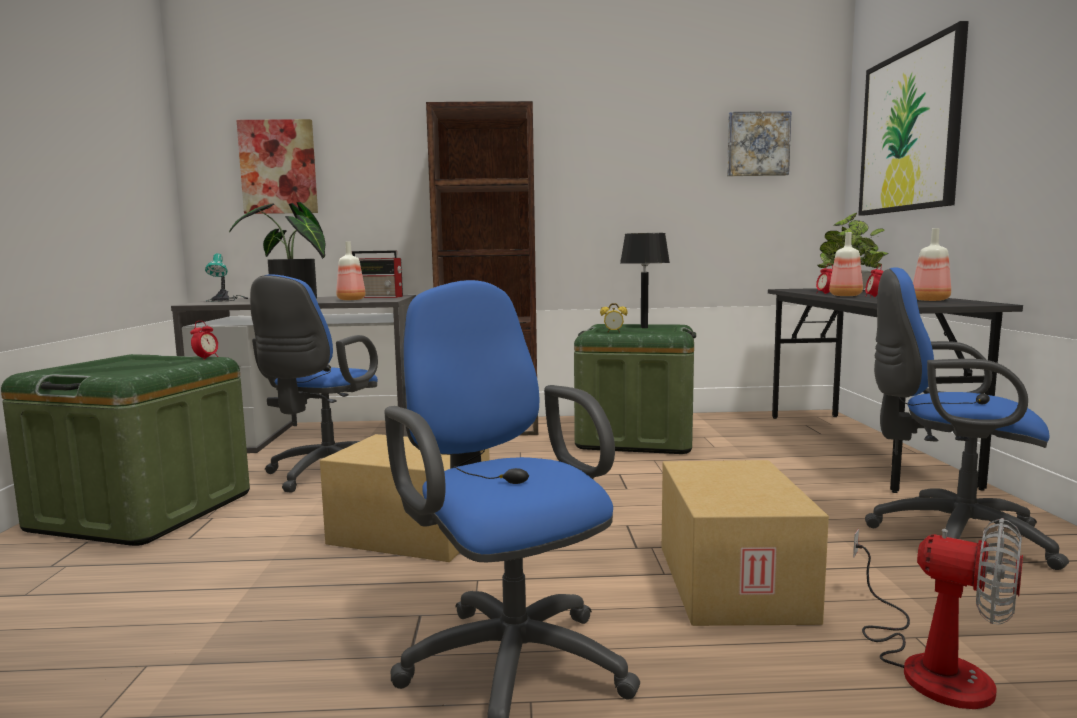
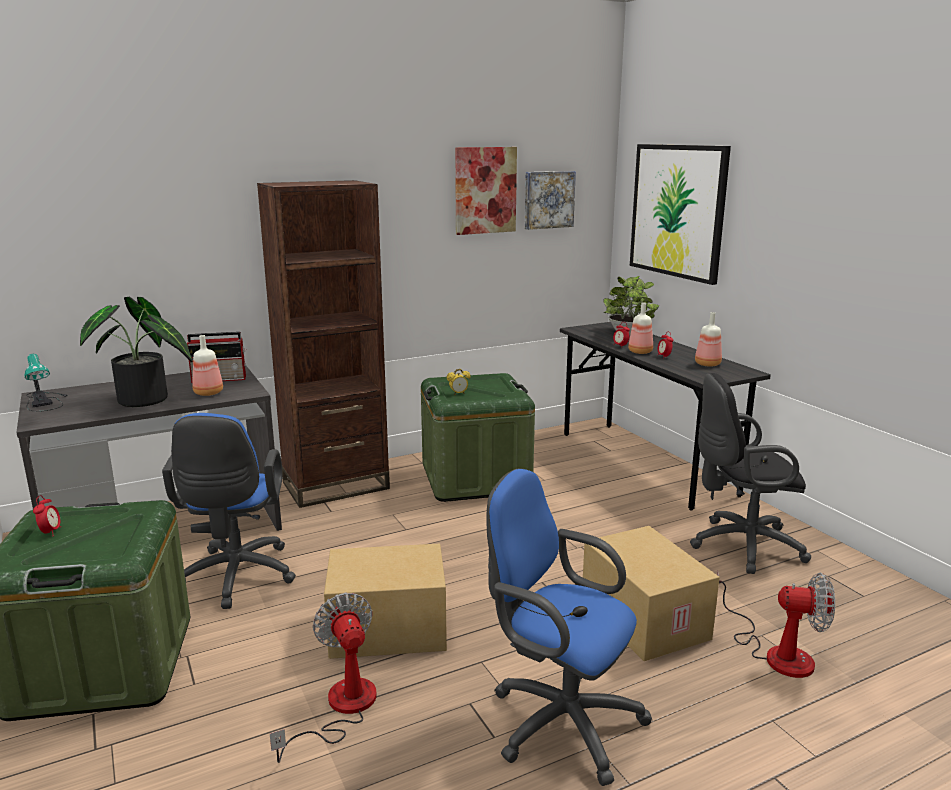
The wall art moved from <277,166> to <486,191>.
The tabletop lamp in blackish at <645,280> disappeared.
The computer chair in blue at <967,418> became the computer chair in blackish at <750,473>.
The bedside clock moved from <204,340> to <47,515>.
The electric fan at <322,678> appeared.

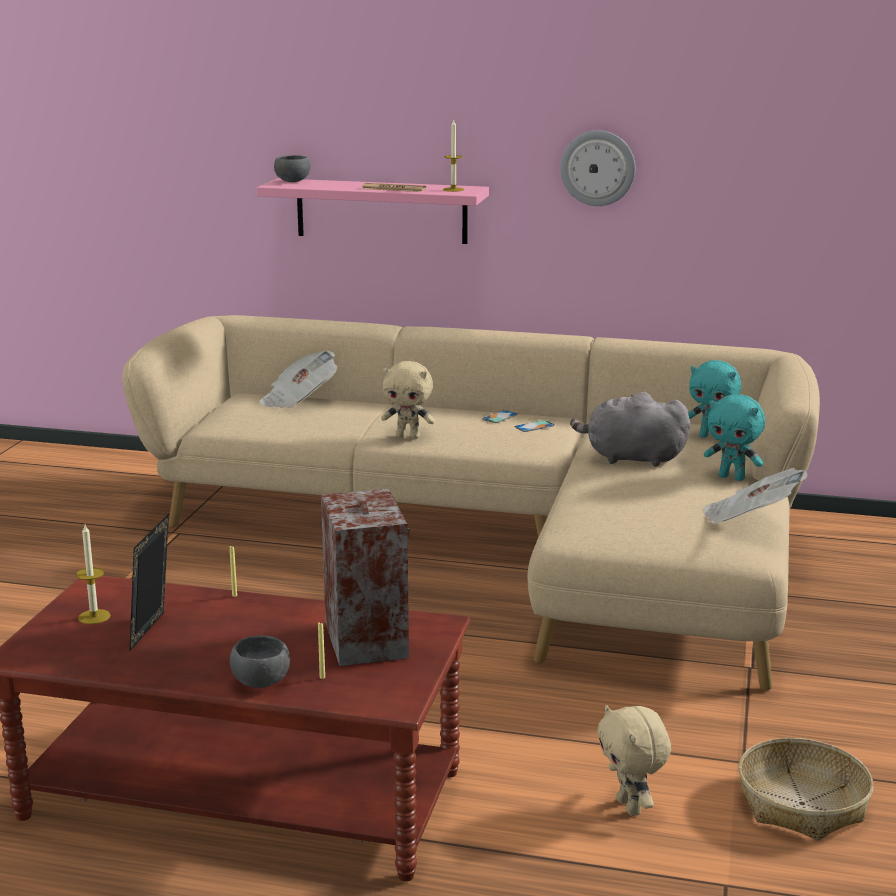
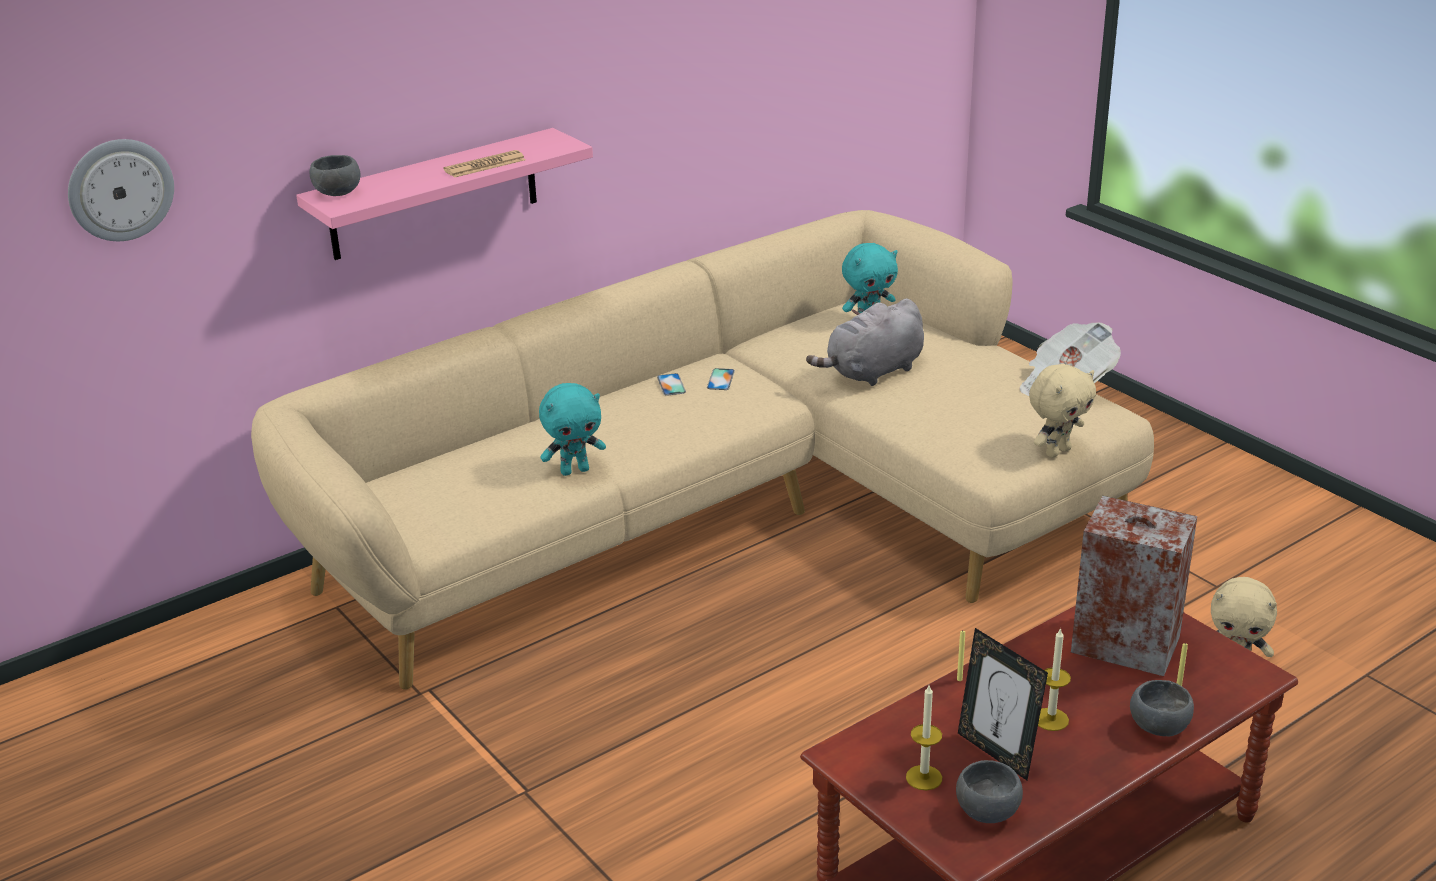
The candle moved from <453,156> to <1054,679>.
The hanging clock moved from <597,168> to <121,190>.
The daily paper at <298,379> disappeared.
The cuddly toy in beige-coloured moved from <408,400> to <1062,411>.
The cuddly toy in turquoise moved from <734,437> to <572,429>.
The storage basket at <805,789> disappeared.
The bowl in greyish at <989,791> appeared.

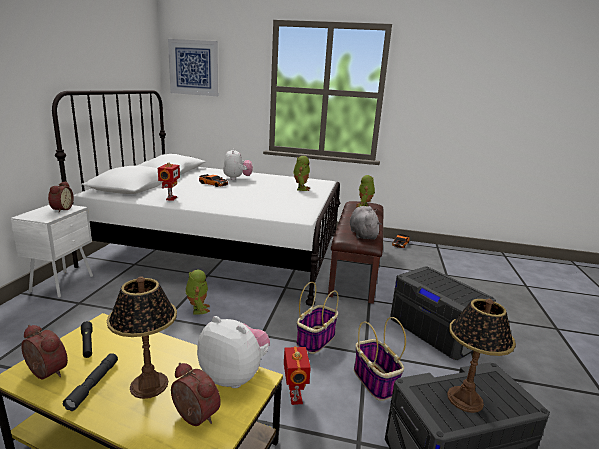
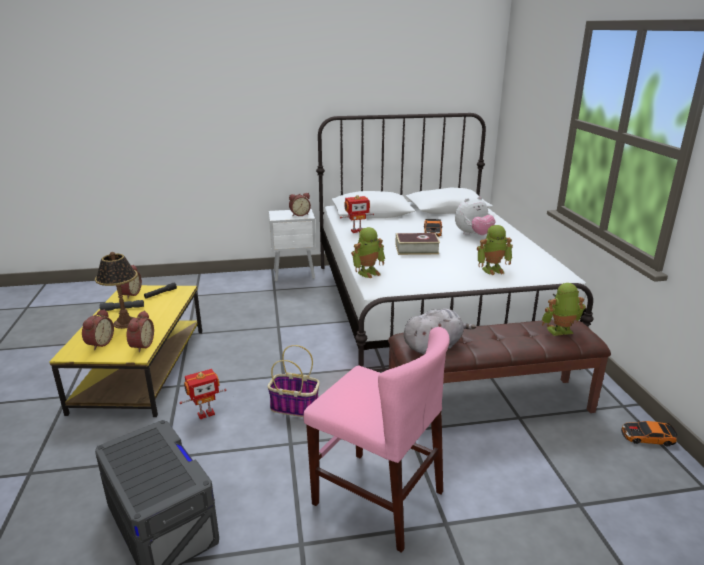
The wall art at <193,67> disappeared.
The storage container in greyish at <443,313> was replaced by the upright chair in pink at <376,440>.
The model robot moved from <197,292> to <368,252>.
The tabletop lamp at <481,356> disappeared.
The cuddly toy at <233,352> was replaced by the bedside clock at <140,331>.
The storage basket at <380,359> disappeared.
The bound book at <417,244> appeared.

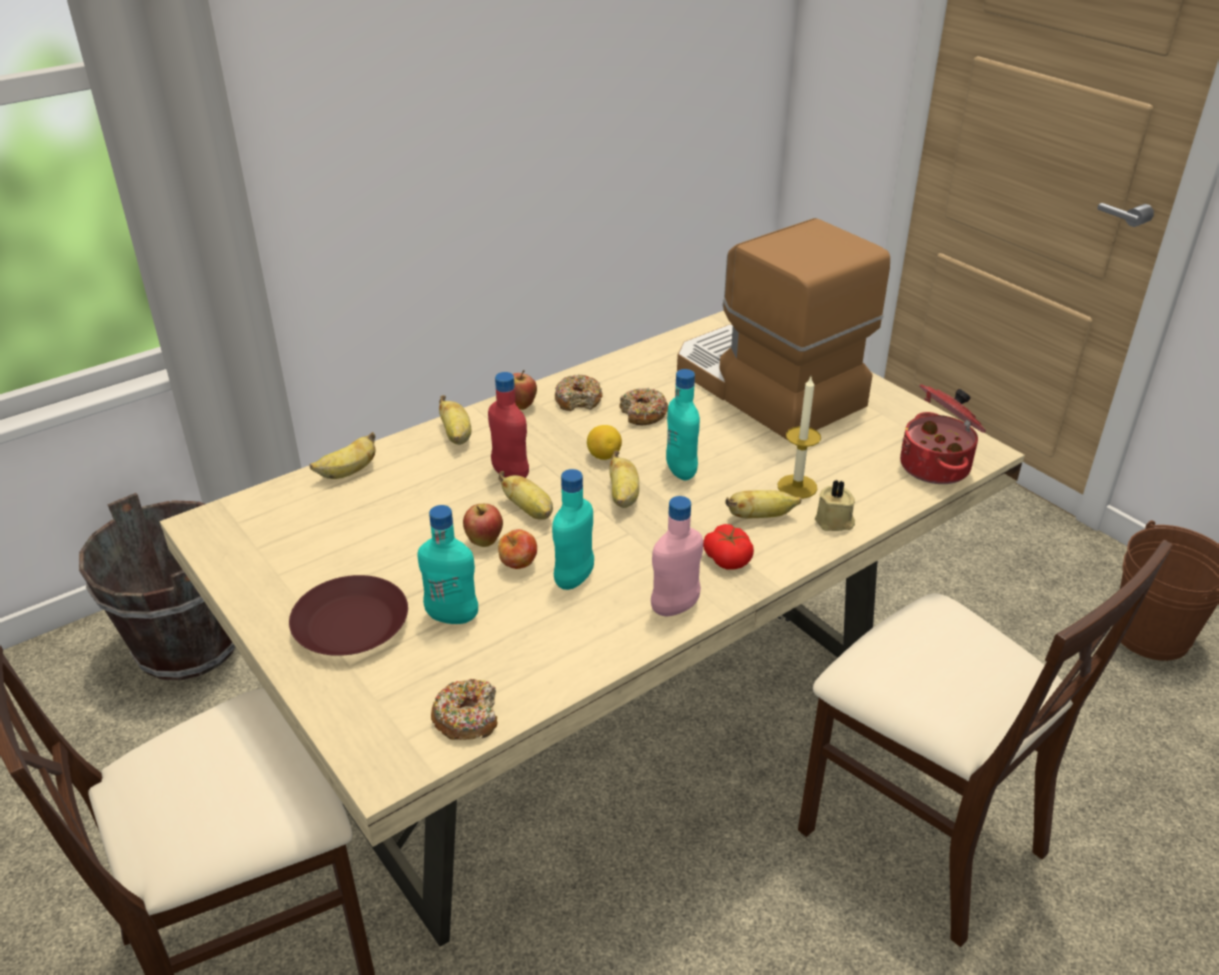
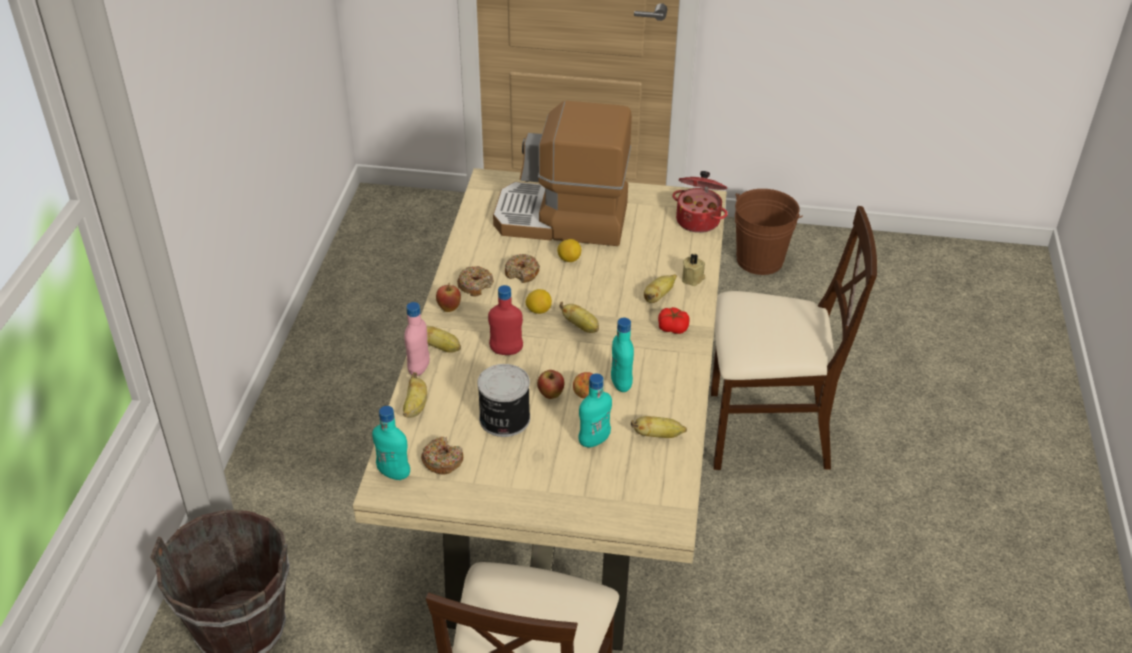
The drink bottle in turquoise moved from <683,424> to <391,443>.
The candle at <799,438> disappeared.
The whole banana moved from <525,495> to <659,427>.
The drink bottle in pink moved from <677,556> to <417,339>.
The flat dish in brown-coloured at <348,615> disappeared.
The donut moved from <464,709> to <442,455>.
The citrus fruit at <569,250> appeared.
The metal can at <503,400> appeared.

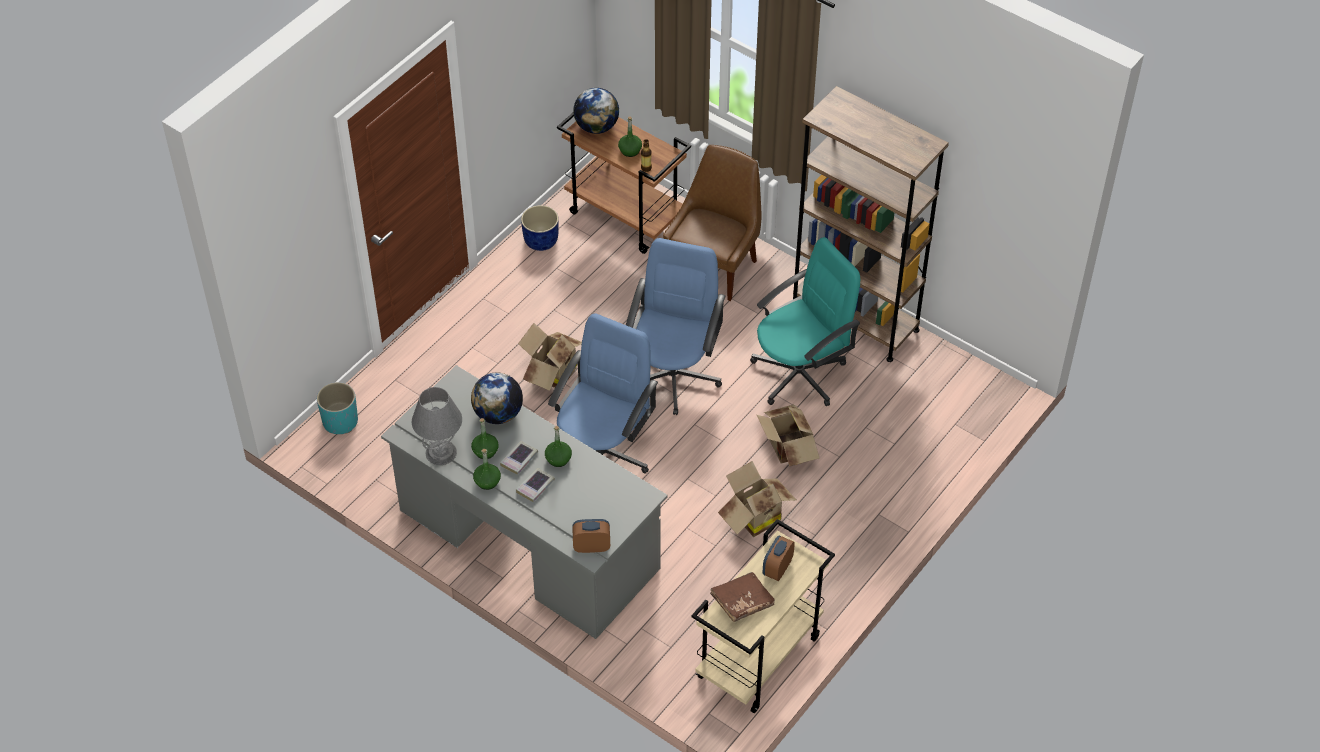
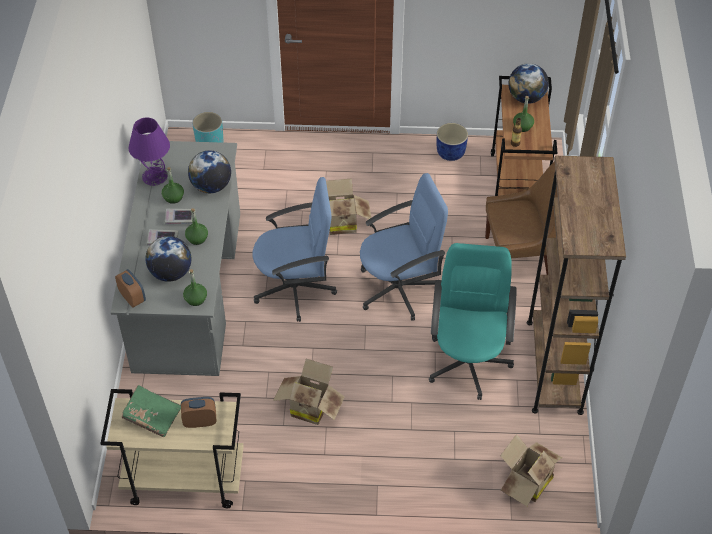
The computer chair in turquoise at <805,321> turned 105 degrees counterclockwise.
The tabletop lamp in greyish at <437,426> became the tabletop lamp in purplish at <149,152>.
The packing box moved from <788,435> to <531,470>.
The drink bottle in green-coloured moved from <487,469> to <195,287>.
The bound book in brown-coloured at <742,597> became the bound book in green-coloured at <151,411>.
The world globe at <168,259> appeared.

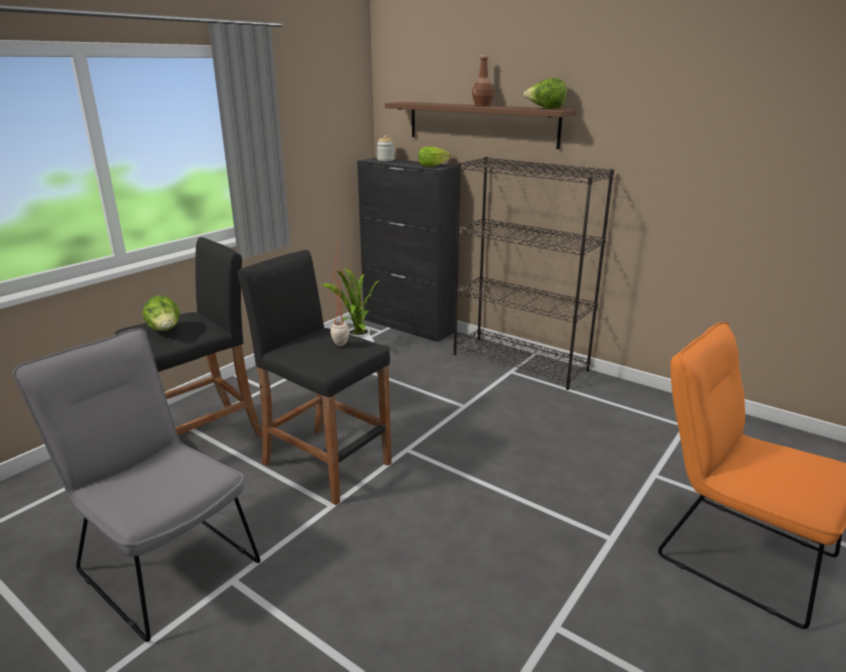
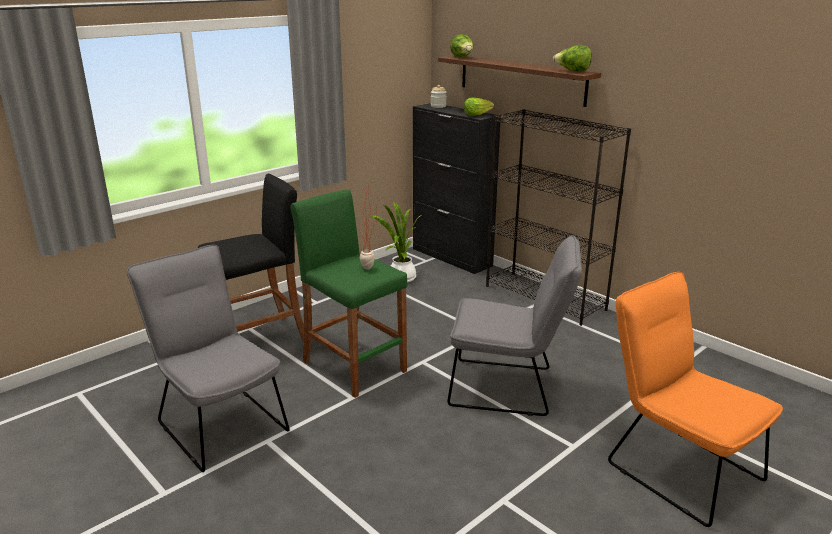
The drink bottle in brown-coloured at <483,80> disappeared.
The stool in blackish at <314,377> became the stool in green-coloured at <348,293>.
The lettuce moved from <161,313> to <462,45>.
The upright chair in greyish at <515,325> appeared.

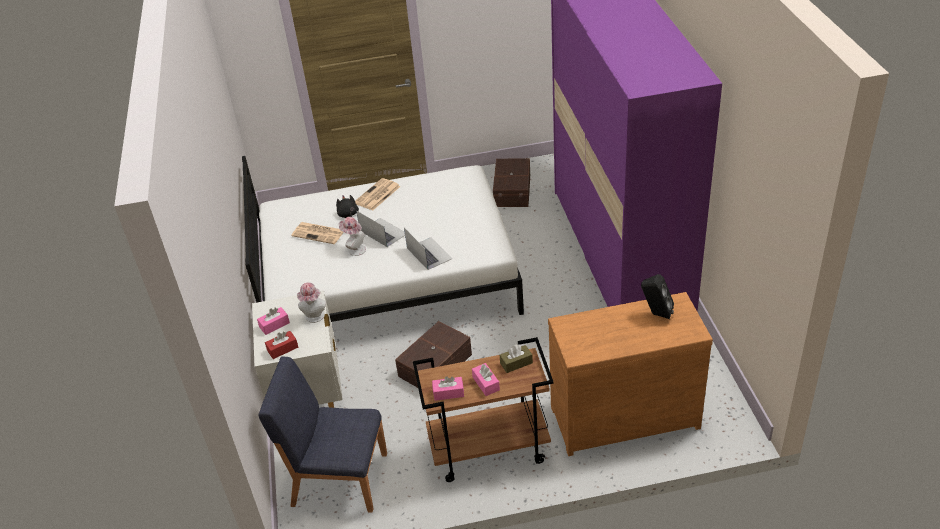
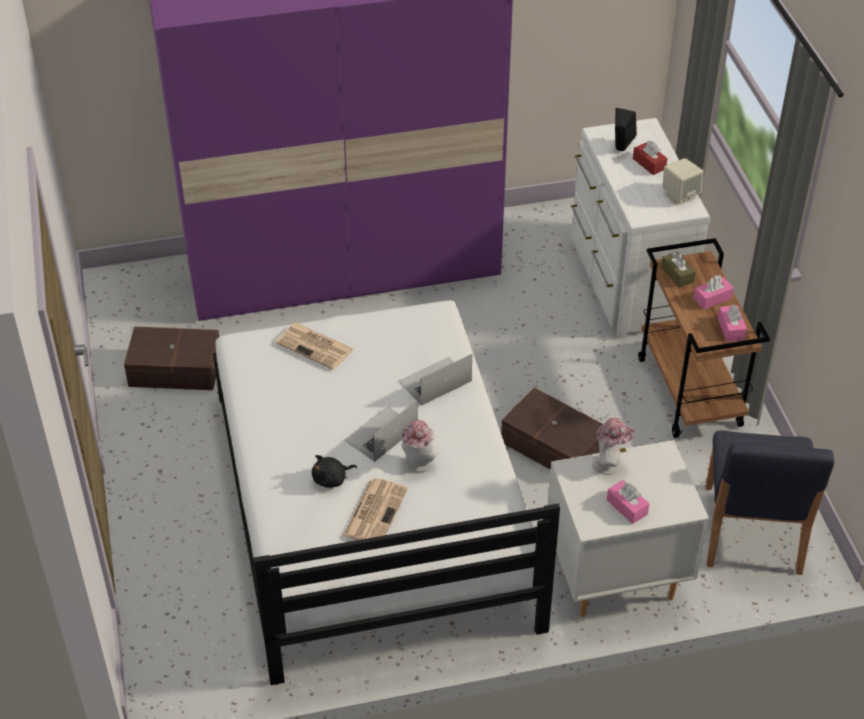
The daily paper moved from <378,194> to <314,346>.
The drawer chest in brown-coloured at <630,374> became the drawer chest in white at <640,228>.
The tissue box in red moved from <281,345> to <650,157>.
The speaker in beige-coloured at <683,182> appeared.

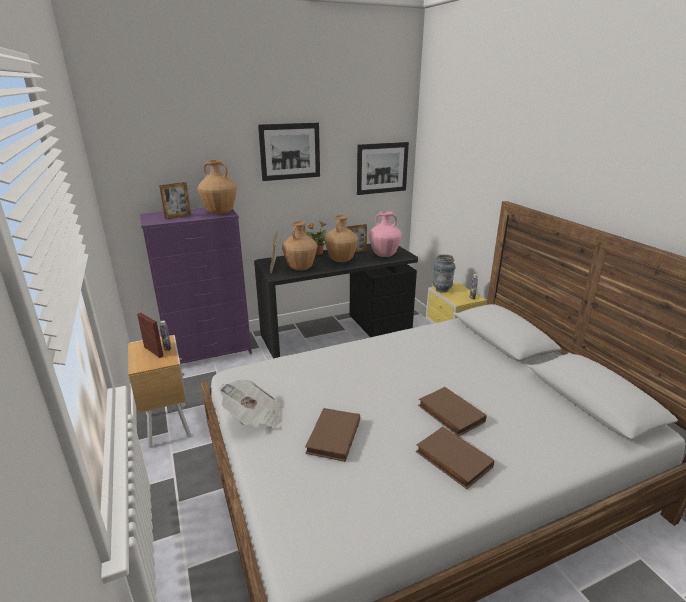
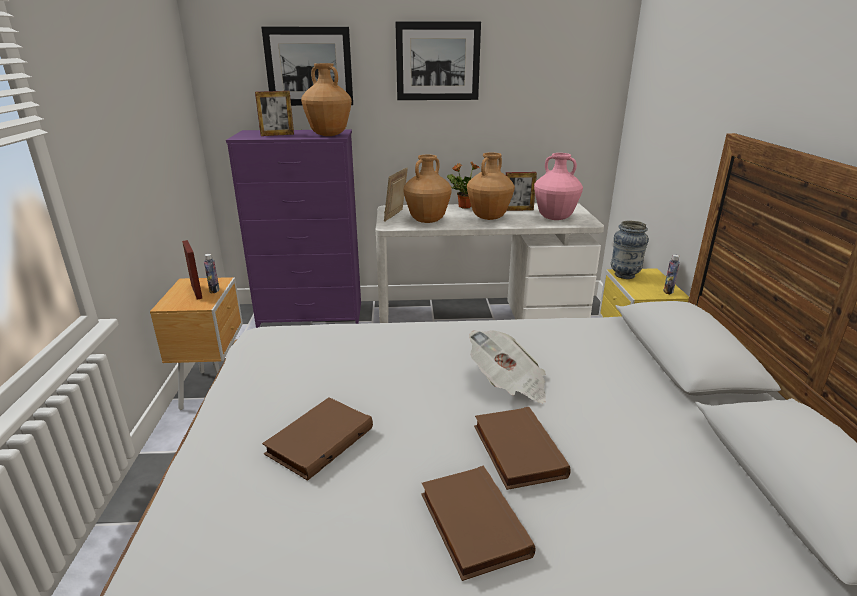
The wall art moved from <383,168> to <307,66>.
The desk table in blackish at <336,301> became the desk table in white at <490,263>.
The daily paper moved from <250,404> to <507,366>.

